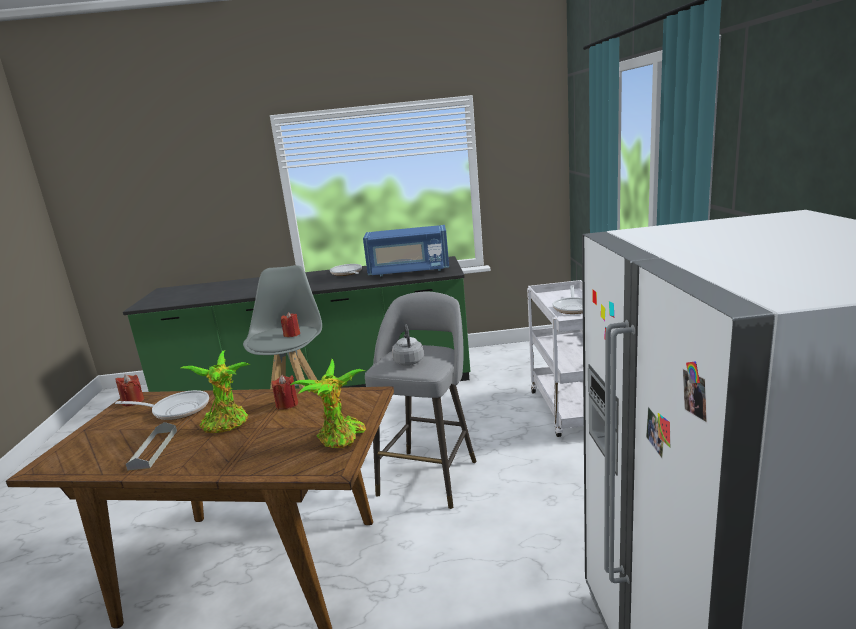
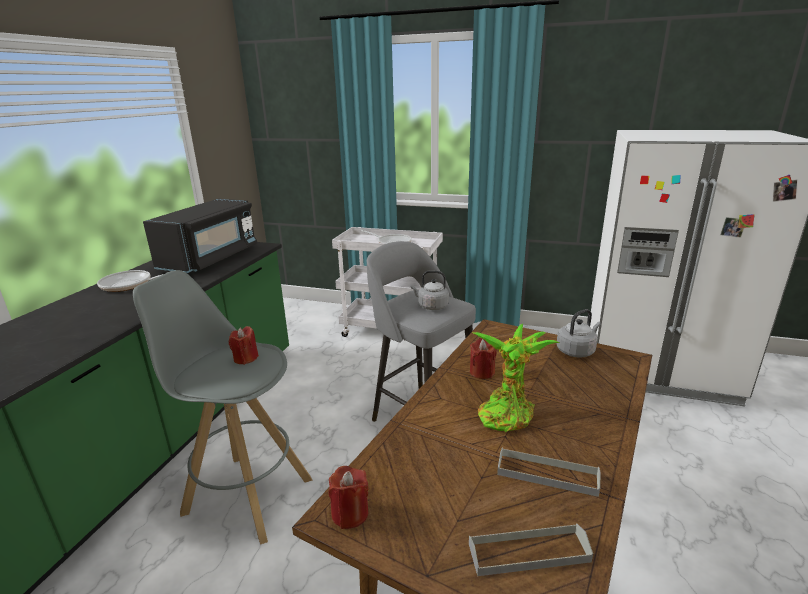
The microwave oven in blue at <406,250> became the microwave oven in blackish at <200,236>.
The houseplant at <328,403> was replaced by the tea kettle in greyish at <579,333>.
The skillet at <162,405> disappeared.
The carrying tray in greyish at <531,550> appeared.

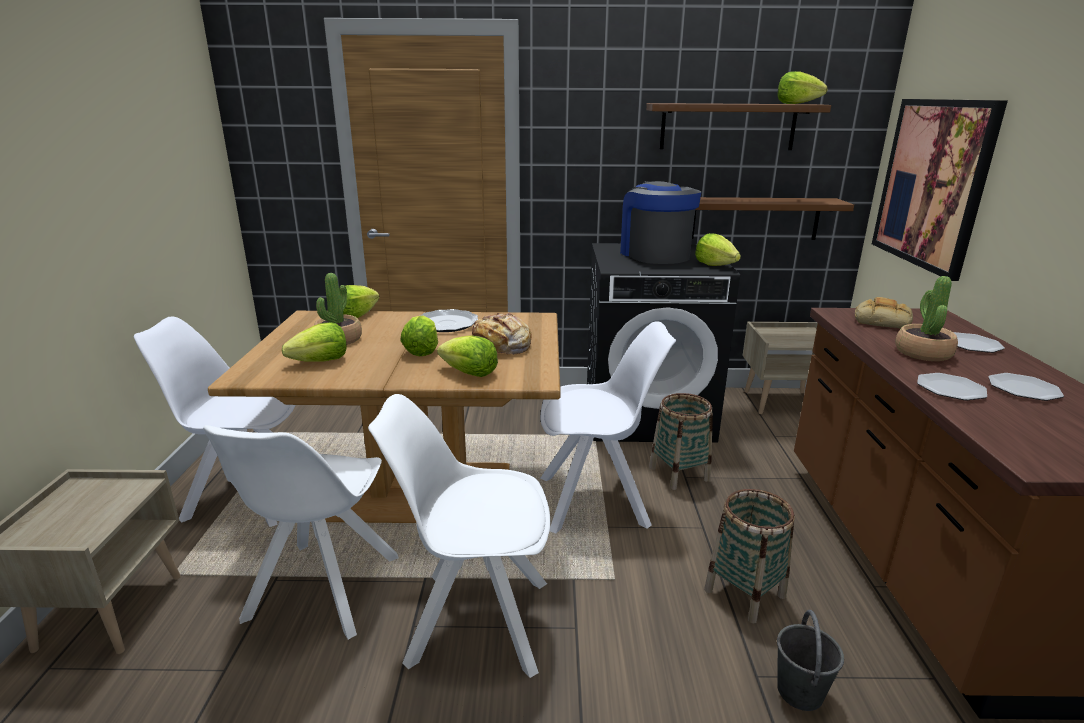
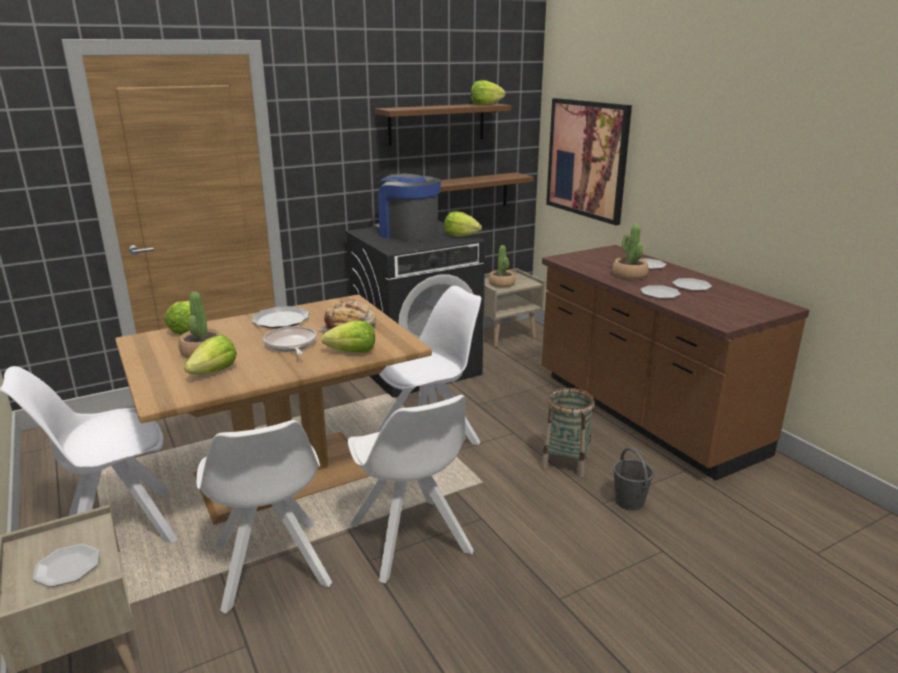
The bread at <884,312> disappeared.
The lettuce at <419,335> was replaced by the skillet at <290,340>.
The storage basket at <681,441> disappeared.
The upright chair in white at <459,536> turned 90 degrees counterclockwise.
The houseplant at <502,266> appeared.
The flat dish at <66,565> appeared.

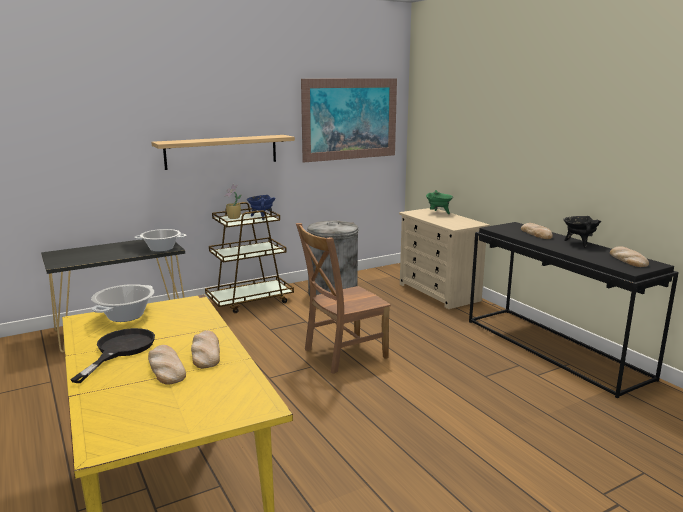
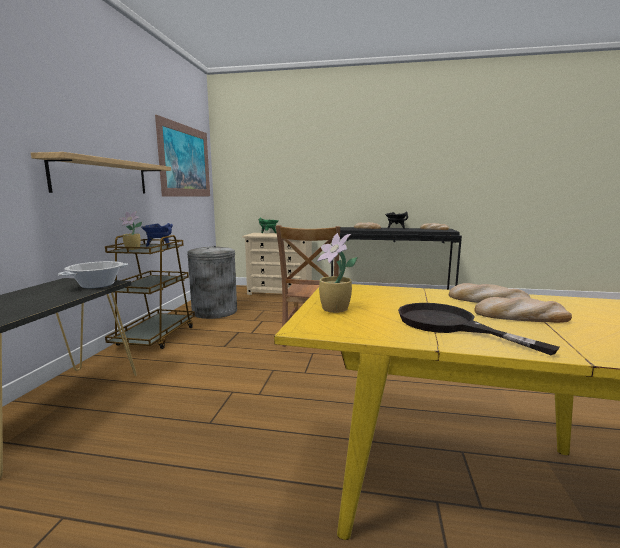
The saucepot at <122,303> was replaced by the houseplant at <337,273>.

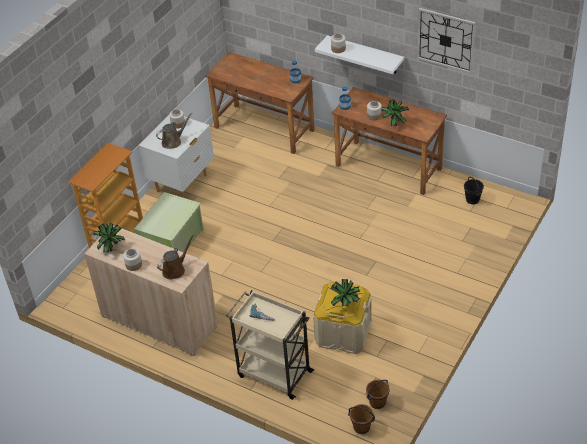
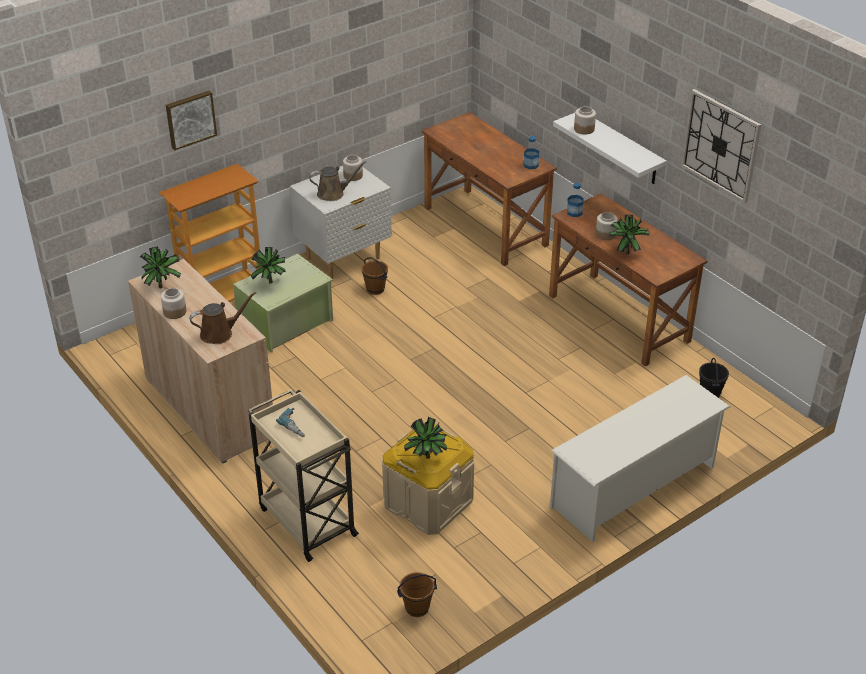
The bucket in brown-coloured moved from <361,419> to <375,276>.
The wall art at <191,120> appeared.
The houseplant at <268,265> appeared.
The shoe stand in white at <640,458> appeared.

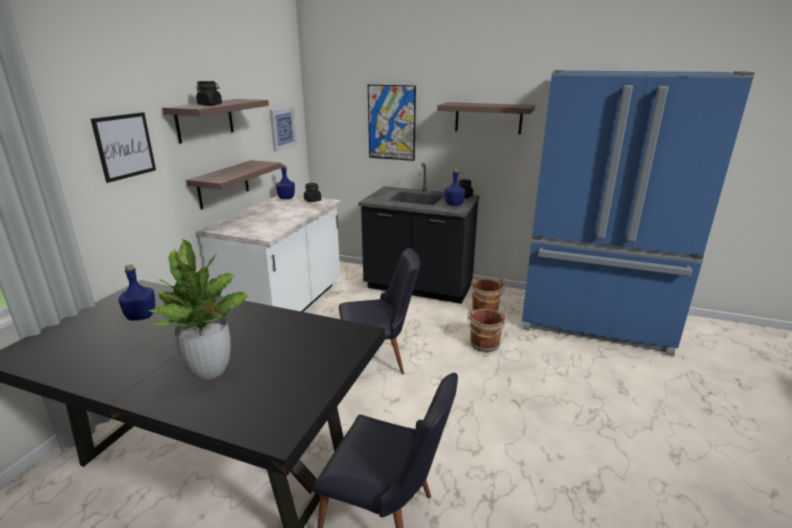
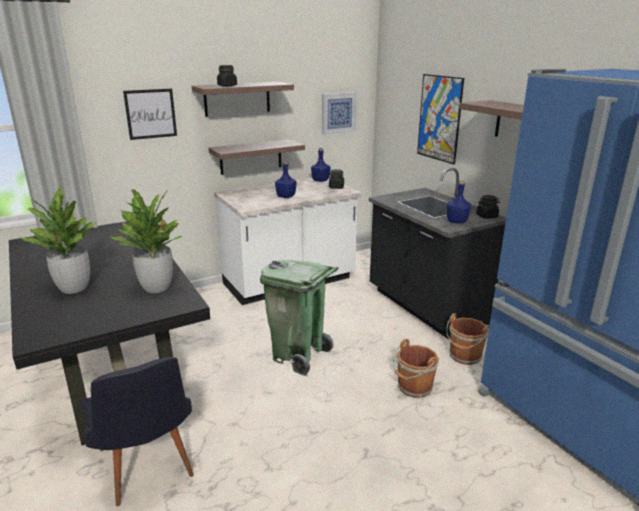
The upright chair in blackish at <379,311> was replaced by the trash can in green-coloured at <299,318>.
The drink bottle in blue moved from <136,292> to <285,179>.
The houseplant at <146,241> appeared.

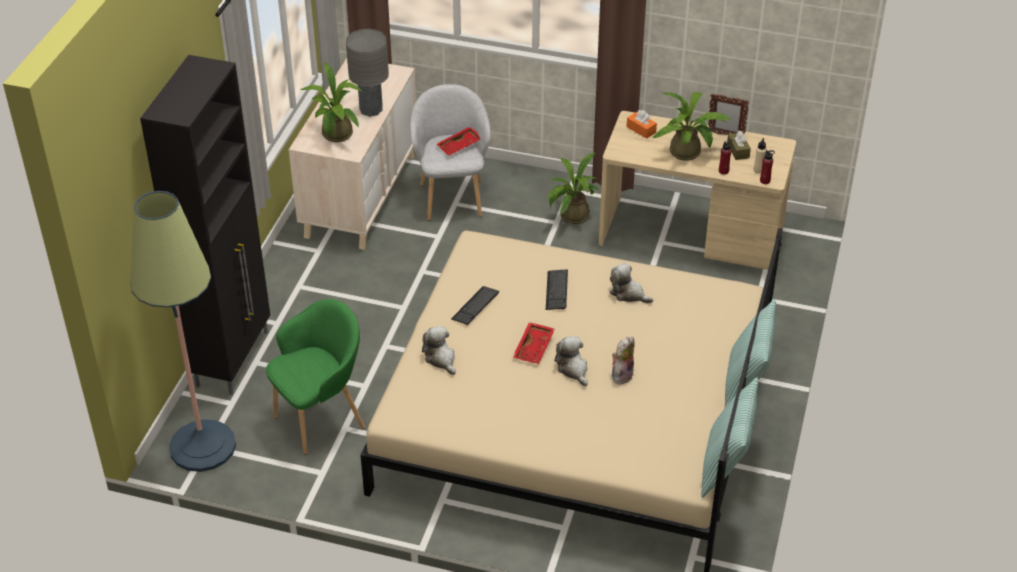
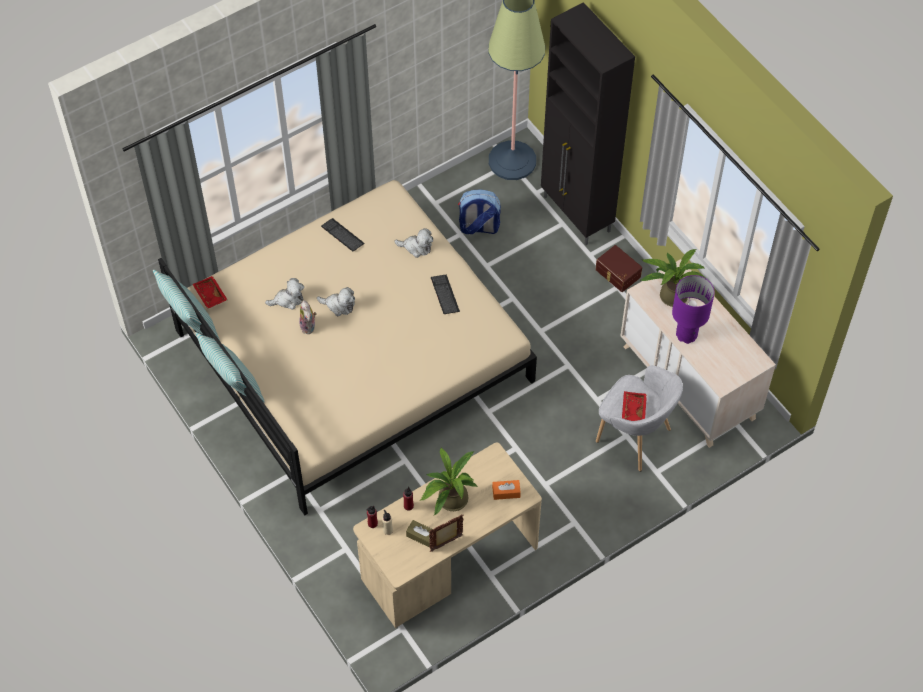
The tabletop lamp in greyish at <367,73> became the tabletop lamp in purplish at <693,309>.
The houseplant at <573,188> disappeared.
The cuddly toy moved from <631,283> to <284,294>.
The keyboard moved from <557,289> to <343,234>.
The armchair in green-coloured at <315,377> was replaced by the backpack at <479,211>.
The carrying tray in red moved from <534,343> to <210,292>.
The storage container in brown-coloured at <618,268> appeared.

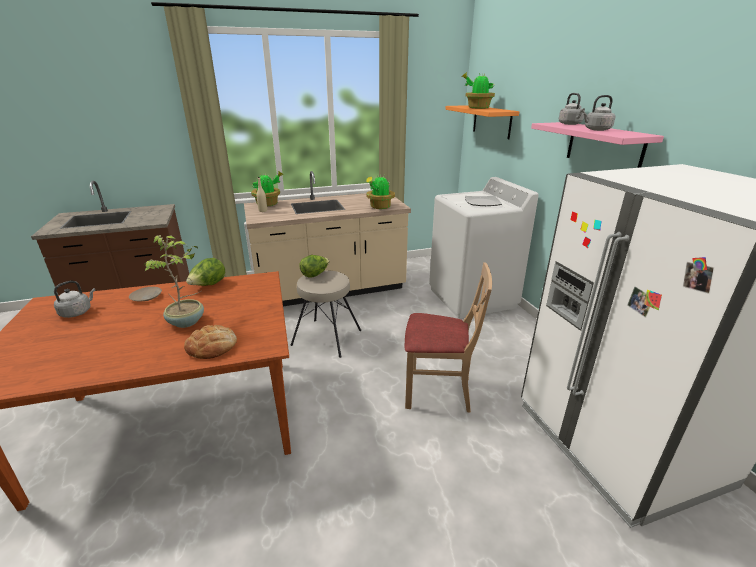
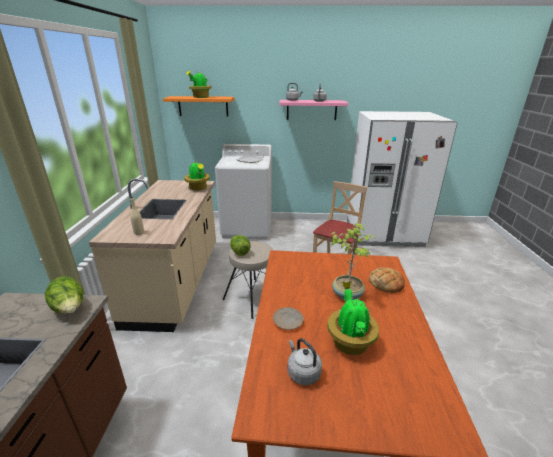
The houseplant moved from <267,188> to <353,318>.
The lettuce moved from <205,272> to <64,295>.

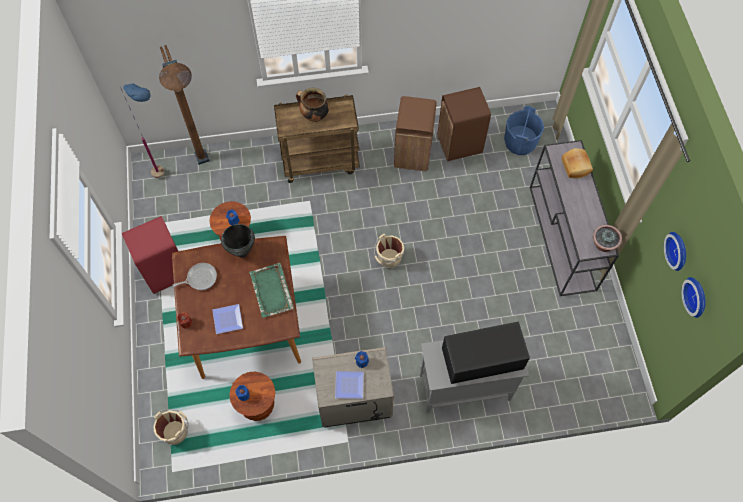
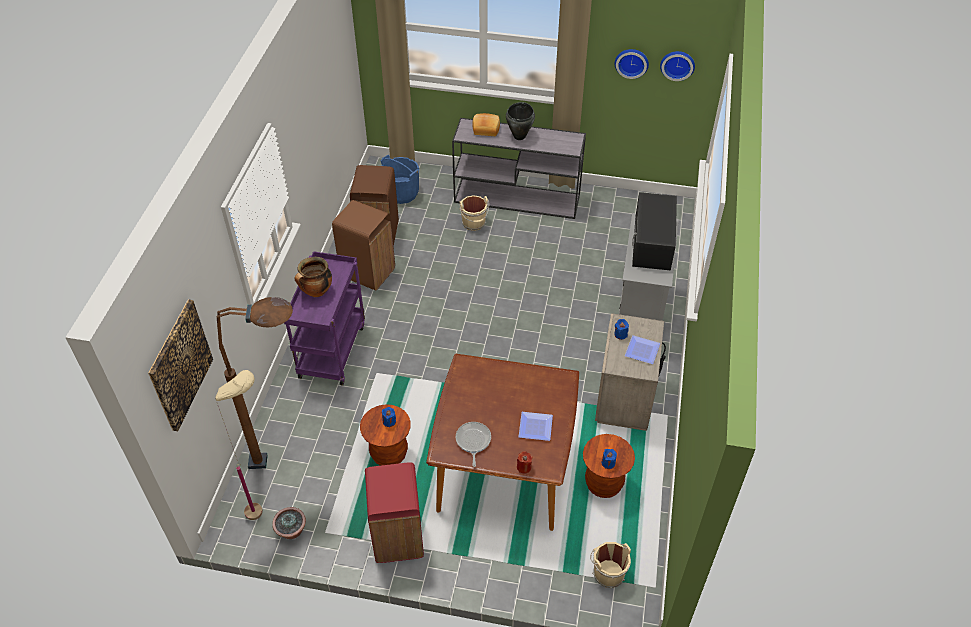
The floor lamp in blue at <142,130> became the floor lamp in beige-coloured at <239,445>.
The cart in brown-coloured at <317,139> became the cart in purplish at <324,318>.
The saucepot in blackish moved from <238,241> to <520,121>.
The houseplant moved from <607,238> to <289,523>.
The bucket in beige-coloured moved from <389,251> to <474,213>.
The carrying tray in green-coloured at <271,290> disappeared.
The wall art at <180,365> appeared.

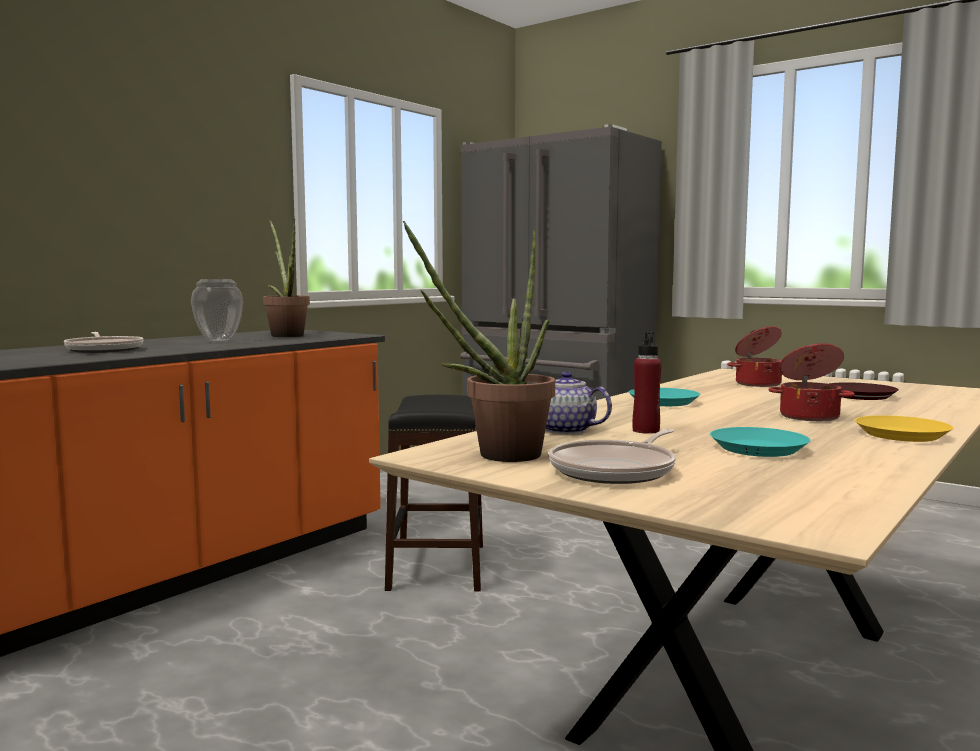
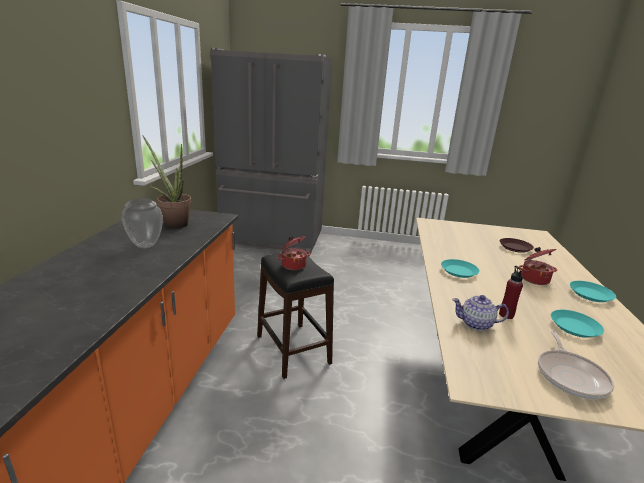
The houseplant at <479,341> disappeared.
The saucepot moved from <754,356> to <294,253>.
The skillet at <104,342> disappeared.
The flat dish in yellow at <904,428> became the flat dish in turquoise at <593,291>.

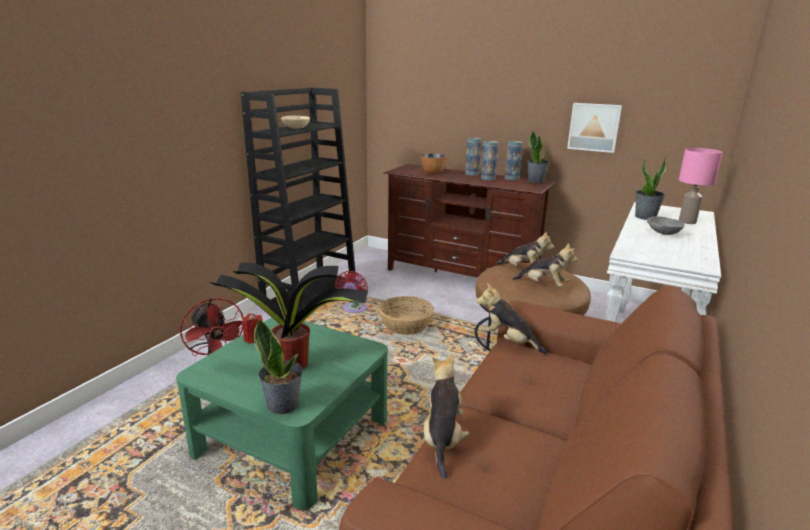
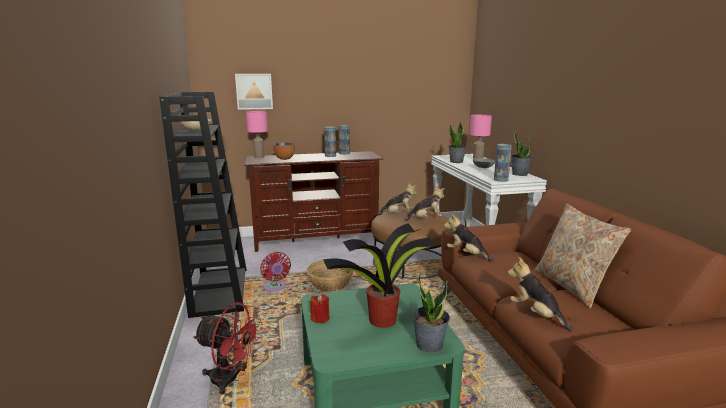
The wall art moved from <594,128> to <254,92>.
The houseplant moved from <538,157> to <521,153>.
The vase moved from <473,156> to <503,163>.
The cuddly toy at <512,318> turned 45 degrees clockwise.
The tabletop lamp in pink at <257,134> appeared.
The pillow in beige-coloured at <582,255> appeared.

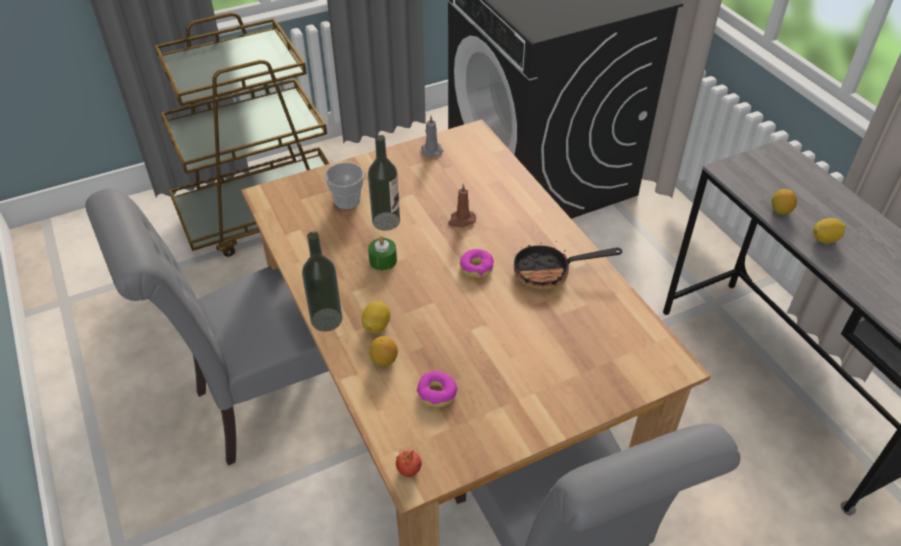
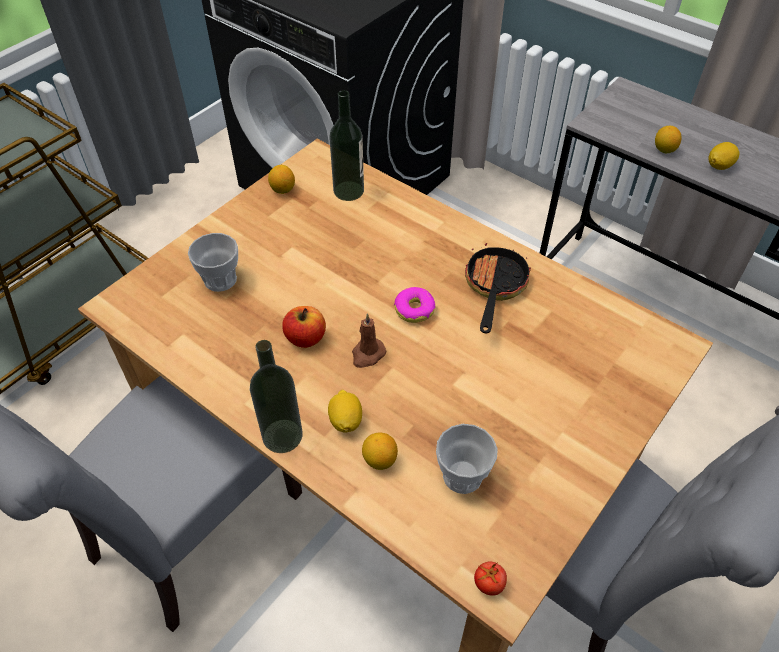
The candle in greyish at <432,136> was replaced by the citrus fruit at <281,179>.
The drink bottle moved from <384,183> to <346,145>.
The candle in brown-coloured moved from <462,205> to <369,340>.
The candle in green-coloured at <382,253> was replaced by the whole apple at <304,327>.
The skillet at <568,265> turned 135 degrees clockwise.
The donut at <437,389> was replaced by the cup at <467,459>.

